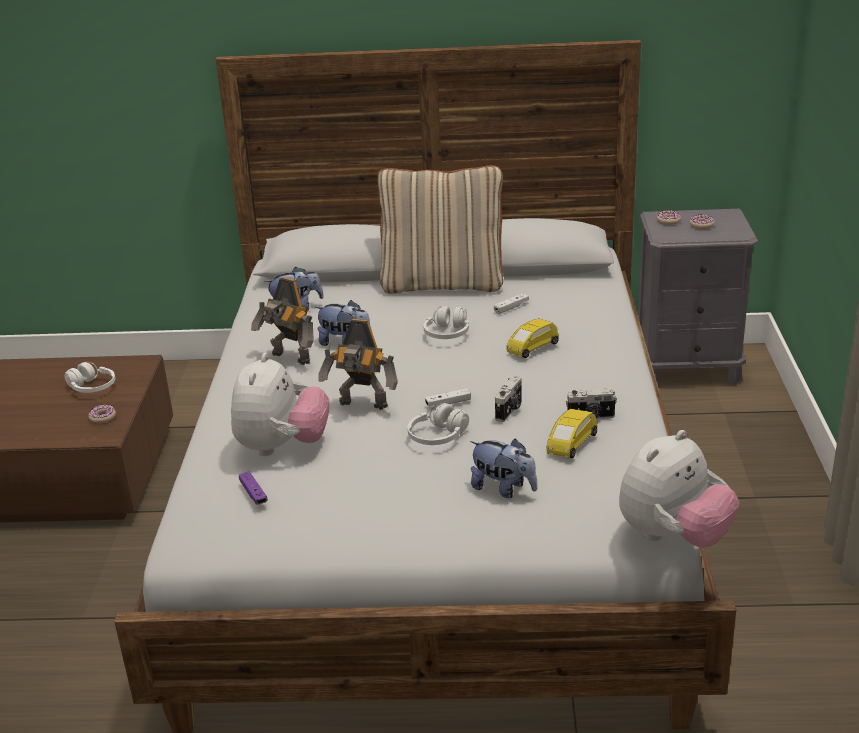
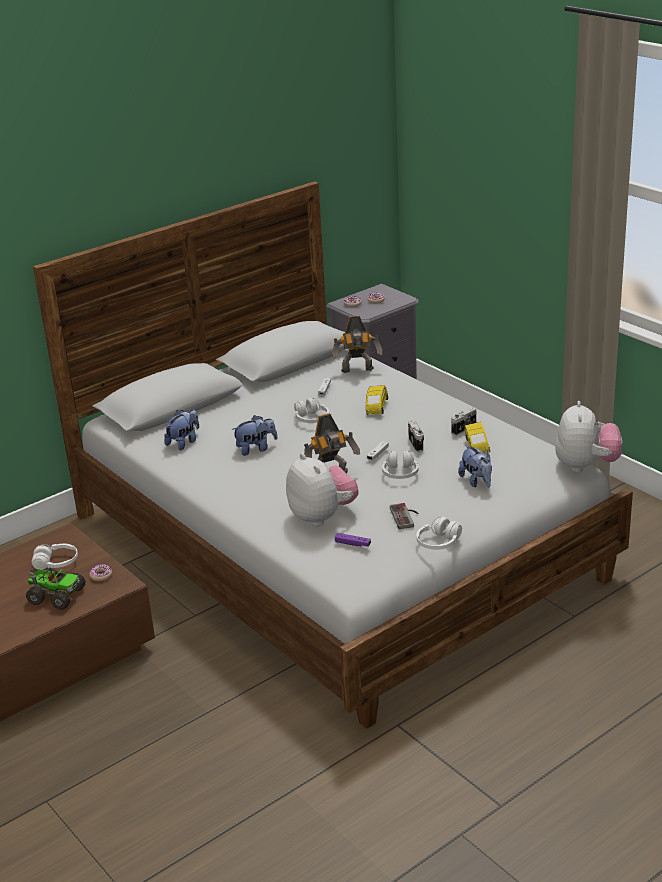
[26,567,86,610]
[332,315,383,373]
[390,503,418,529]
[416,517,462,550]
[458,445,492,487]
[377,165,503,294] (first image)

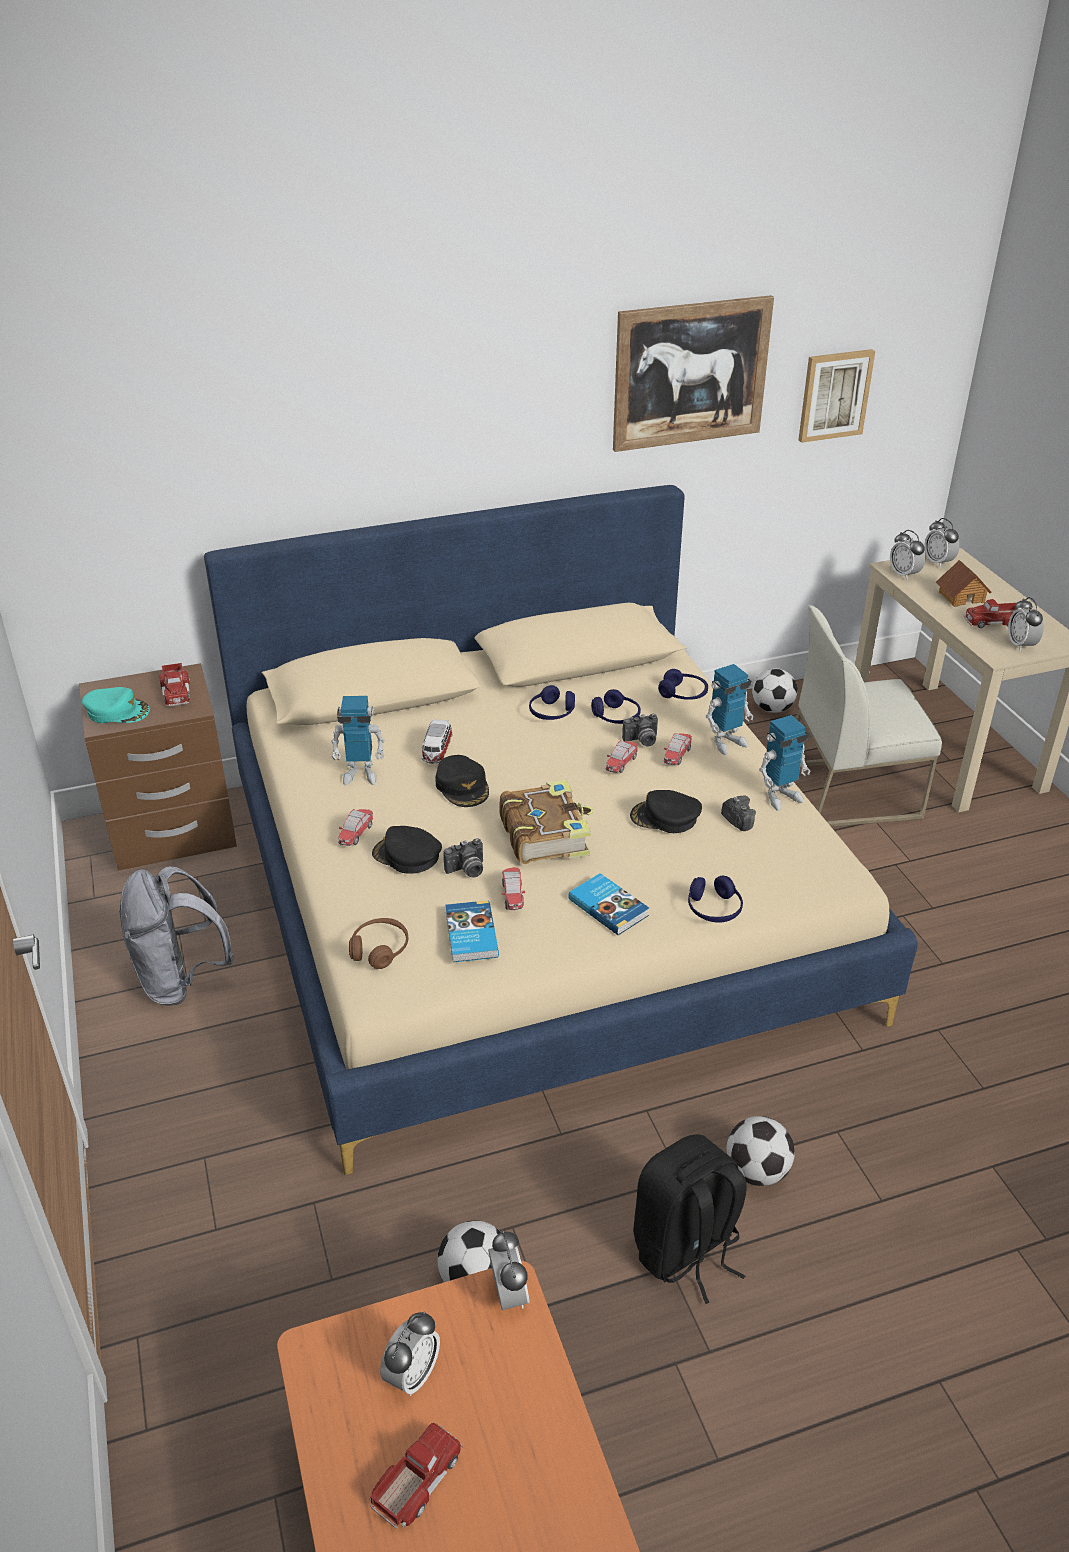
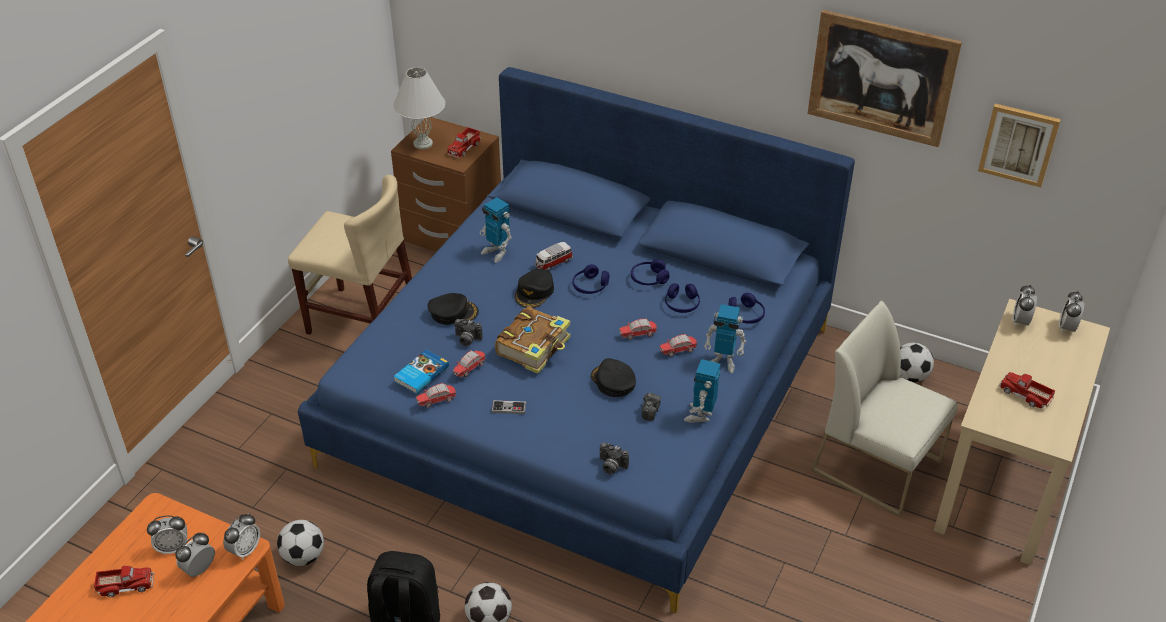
[175,533,215,577]
[288,175,412,335]
[298,67,855,613]
[393,67,445,149]
[416,383,456,408]
[428,293,479,325]
[492,400,526,414]
[572,264,609,294]
[600,443,629,474]
[684,359,721,423]
[349,918,408,969] (first image)
[936,560,991,607] (first image)

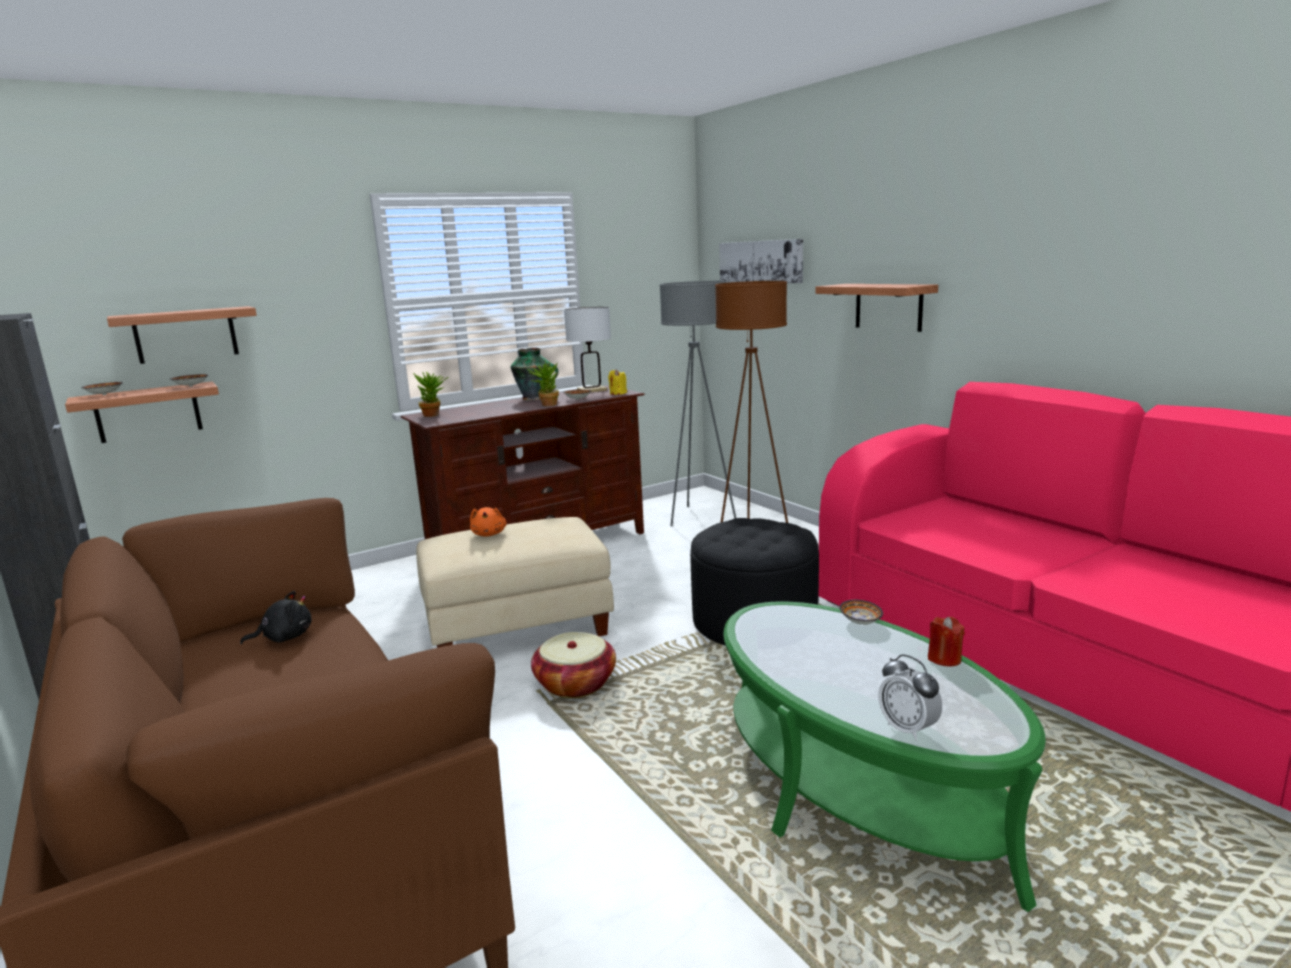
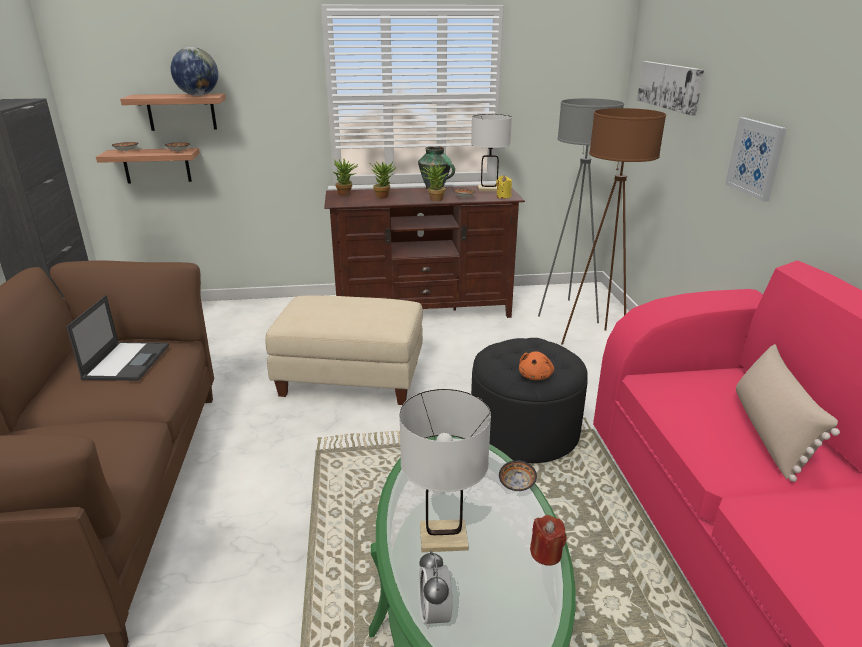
[66,295,169,381]
[171,47,218,96]
[371,162,396,198]
[399,389,491,552]
[519,351,554,380]
[725,118,787,202]
[736,344,840,482]
[531,632,616,698] (first image)

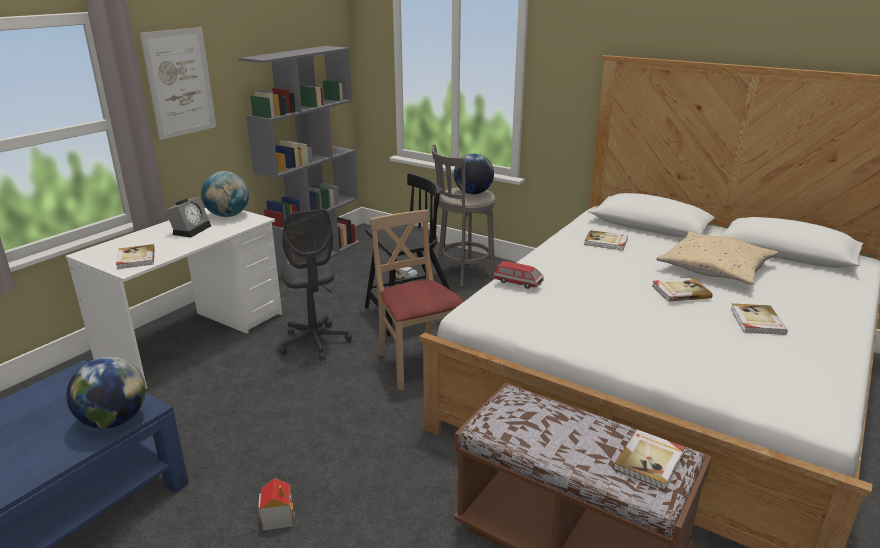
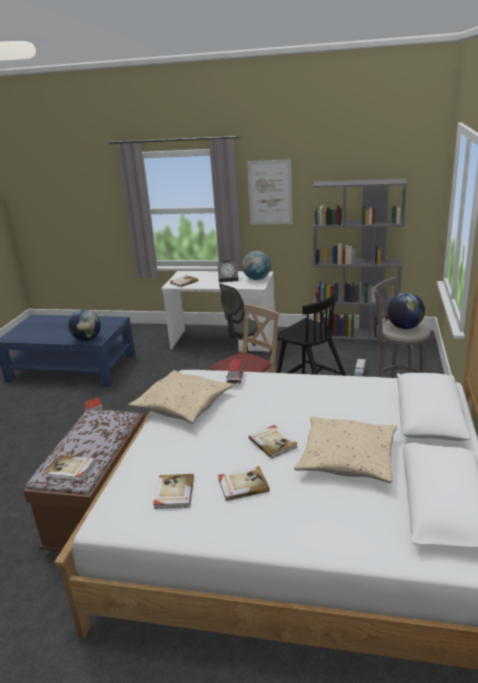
[129,370,234,424]
[153,474,194,509]

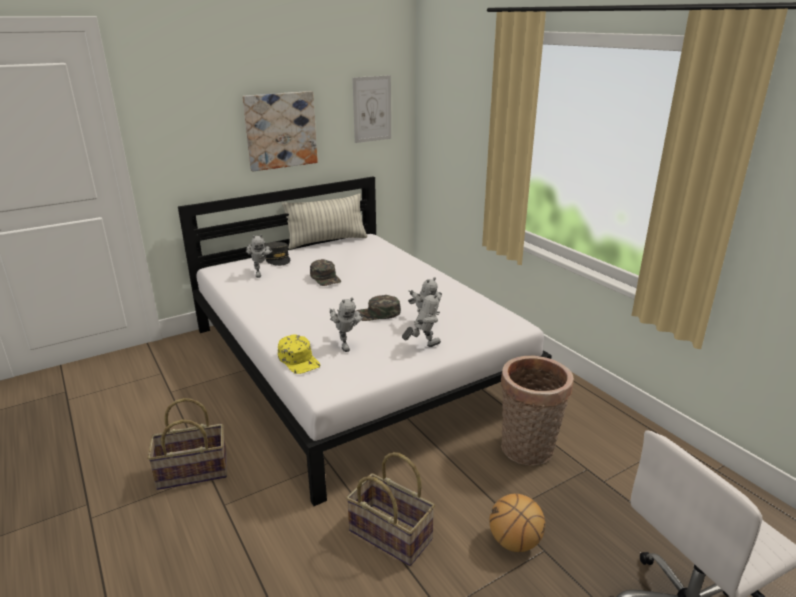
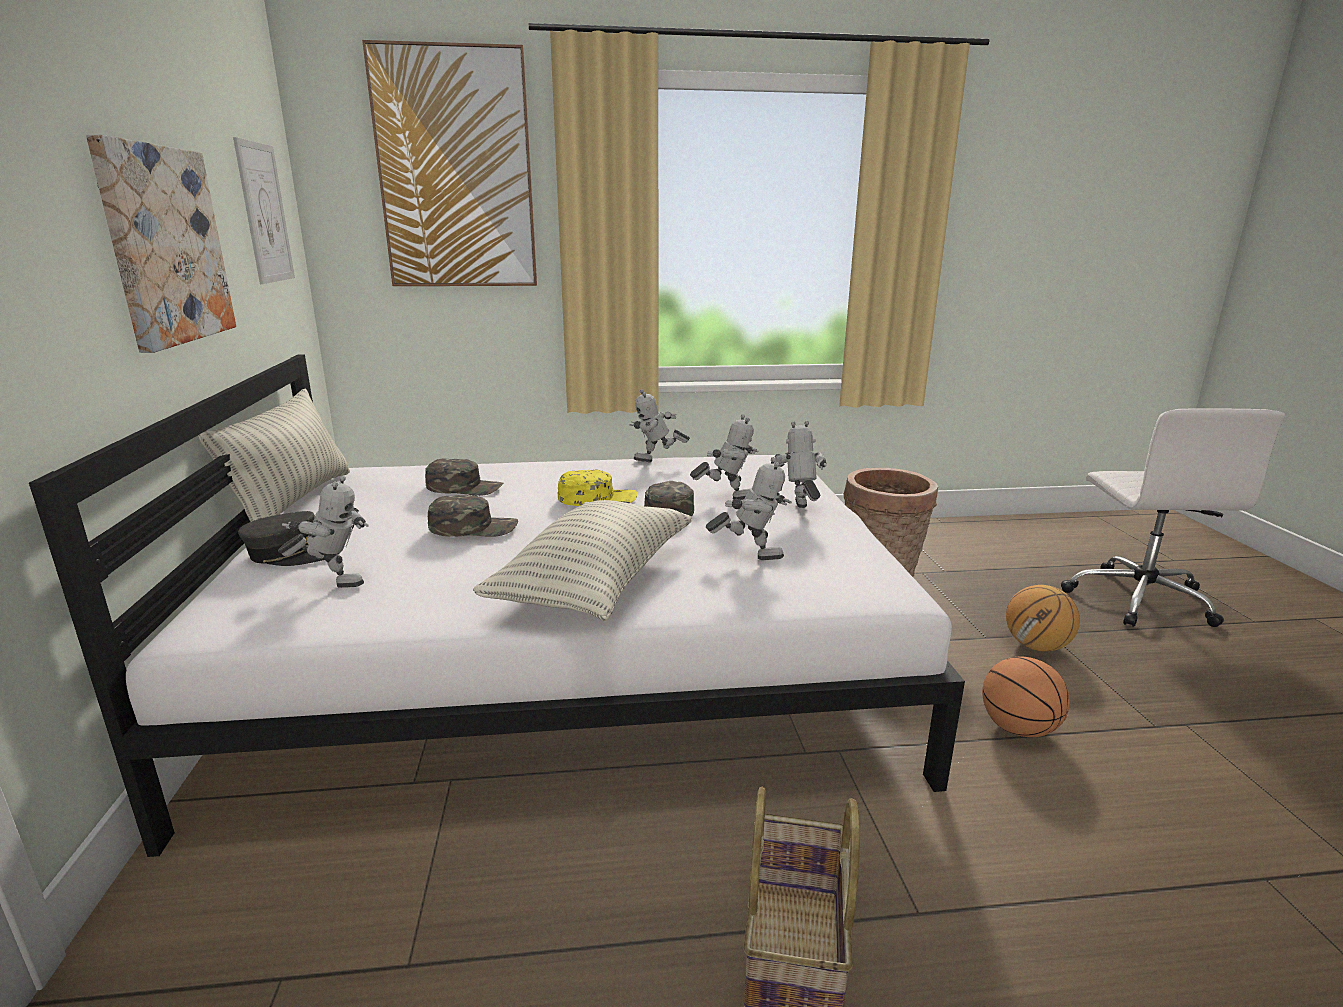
[362,40,537,286]
[425,459,503,496]
[473,500,692,621]
[558,469,637,506]
[629,389,690,462]
[982,657,1070,737]

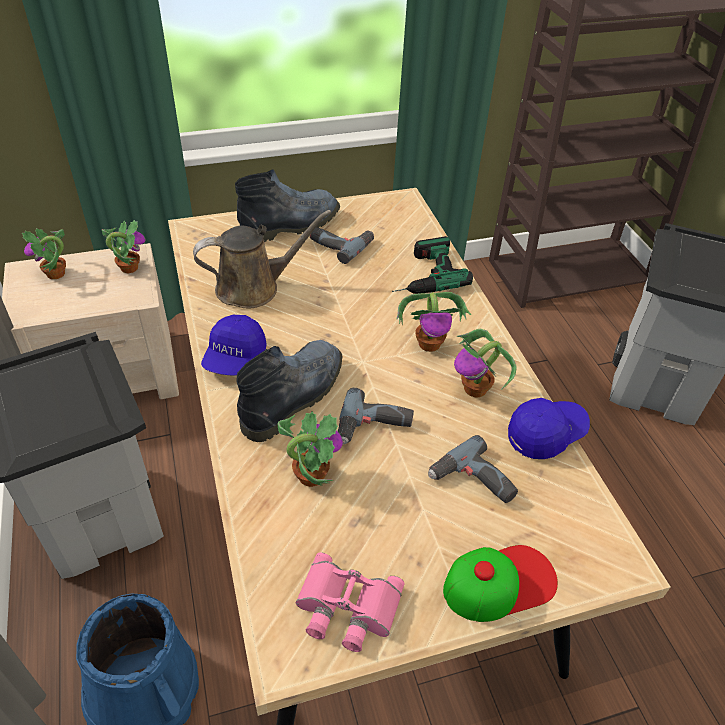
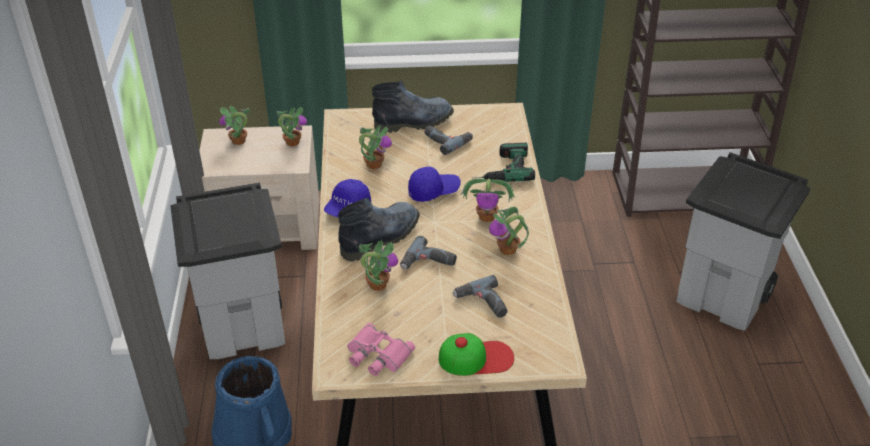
[359,125,392,169]
[408,167,461,202]

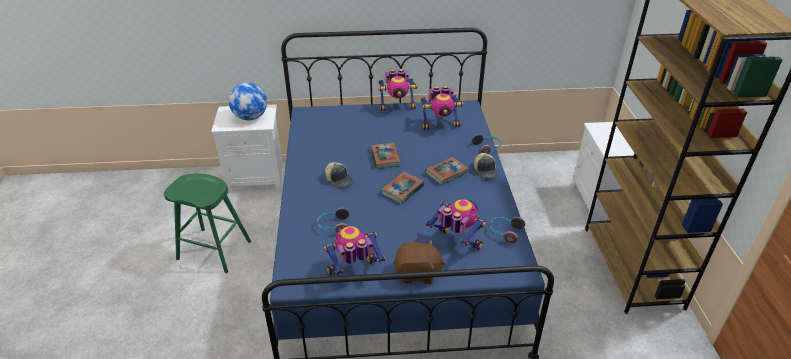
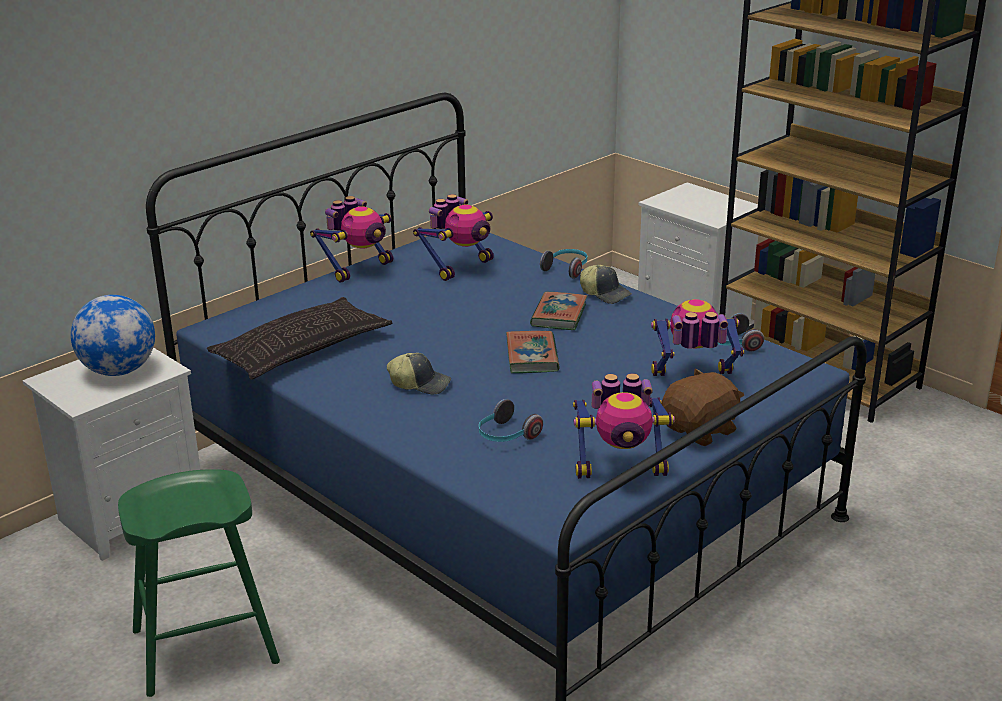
[207,297,393,380]
[573,373,675,479]
[370,143,401,169] (first image)

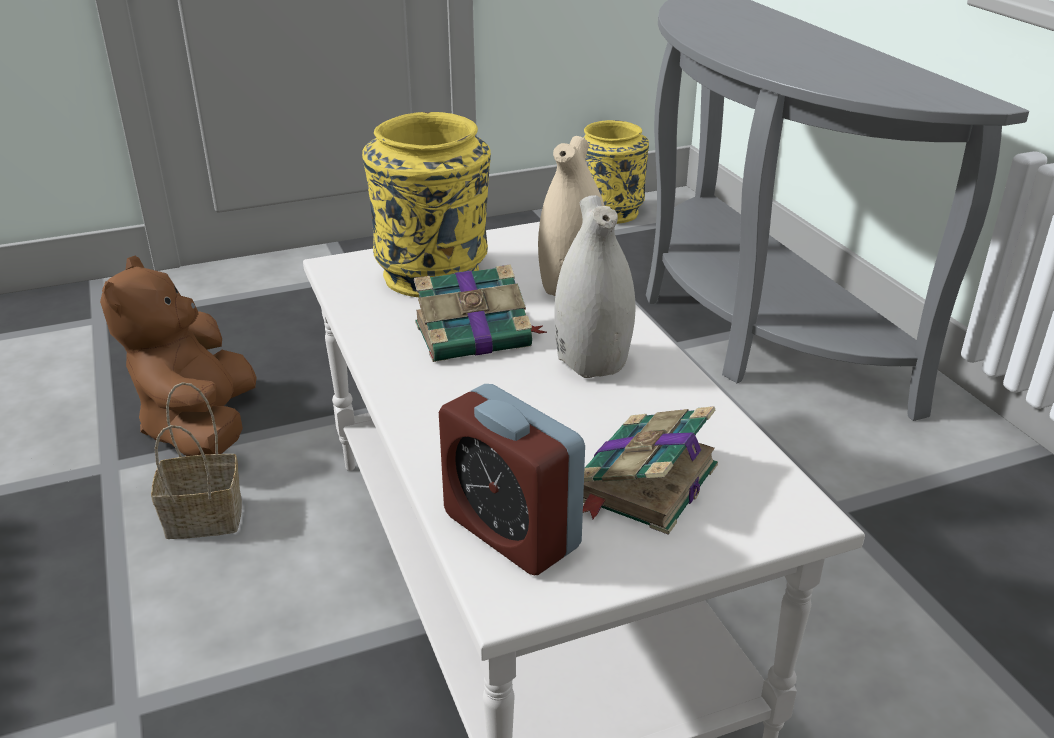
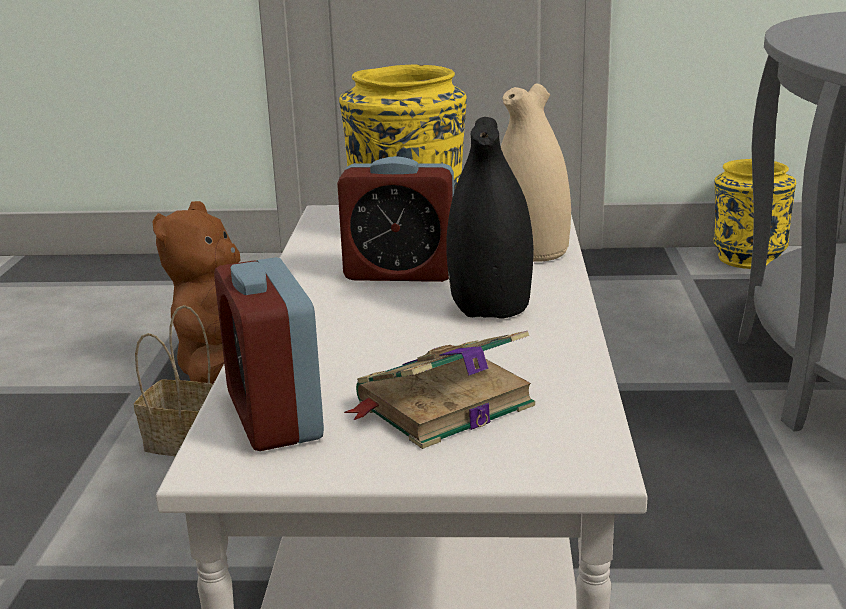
[337,156,454,282]
[446,117,534,319]

